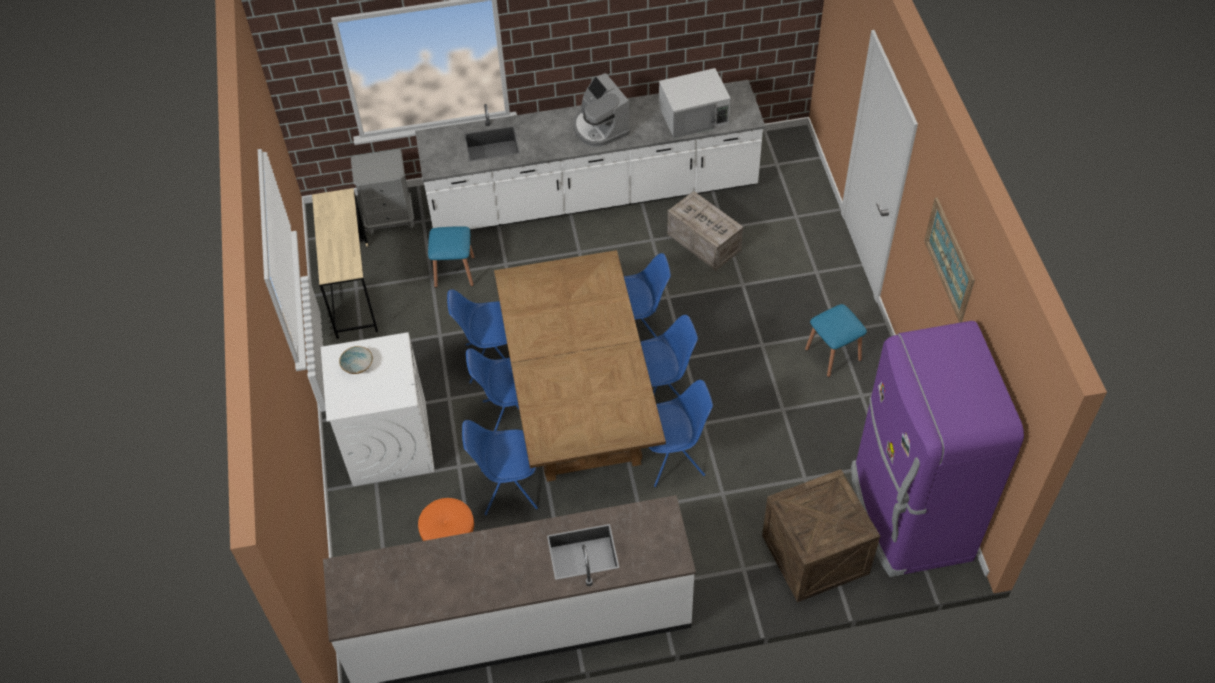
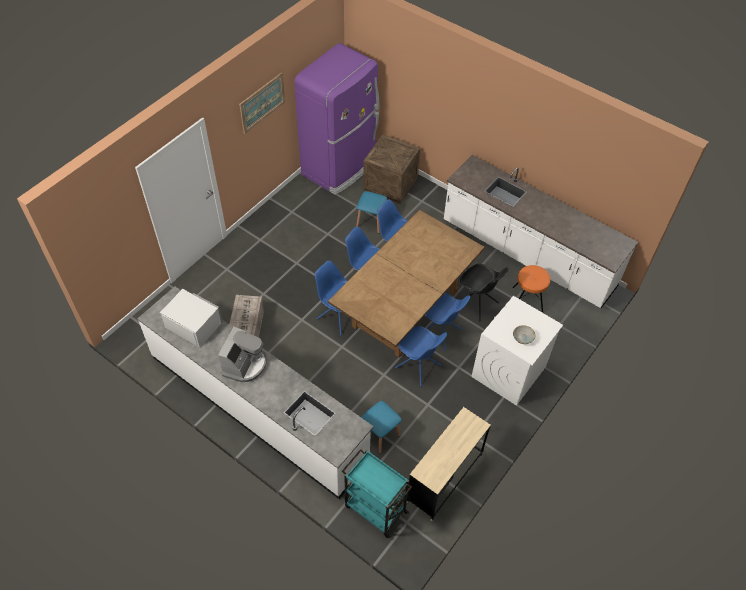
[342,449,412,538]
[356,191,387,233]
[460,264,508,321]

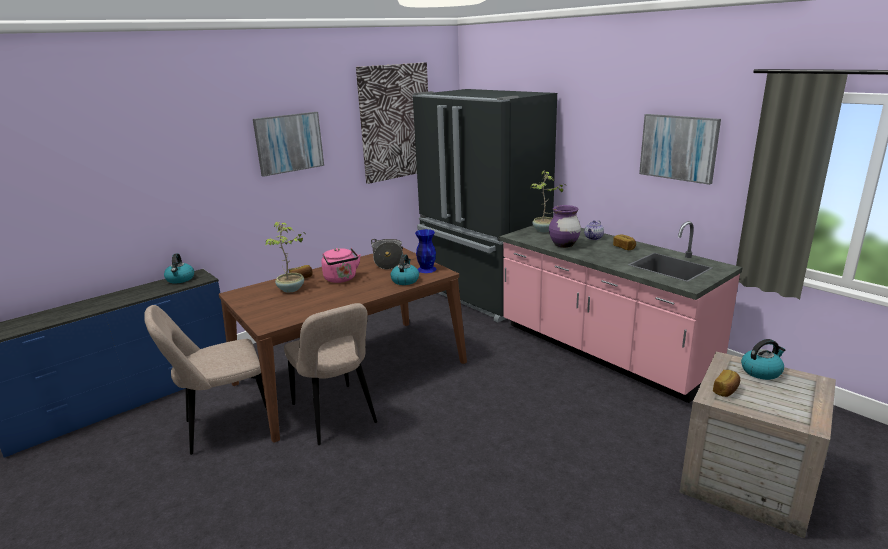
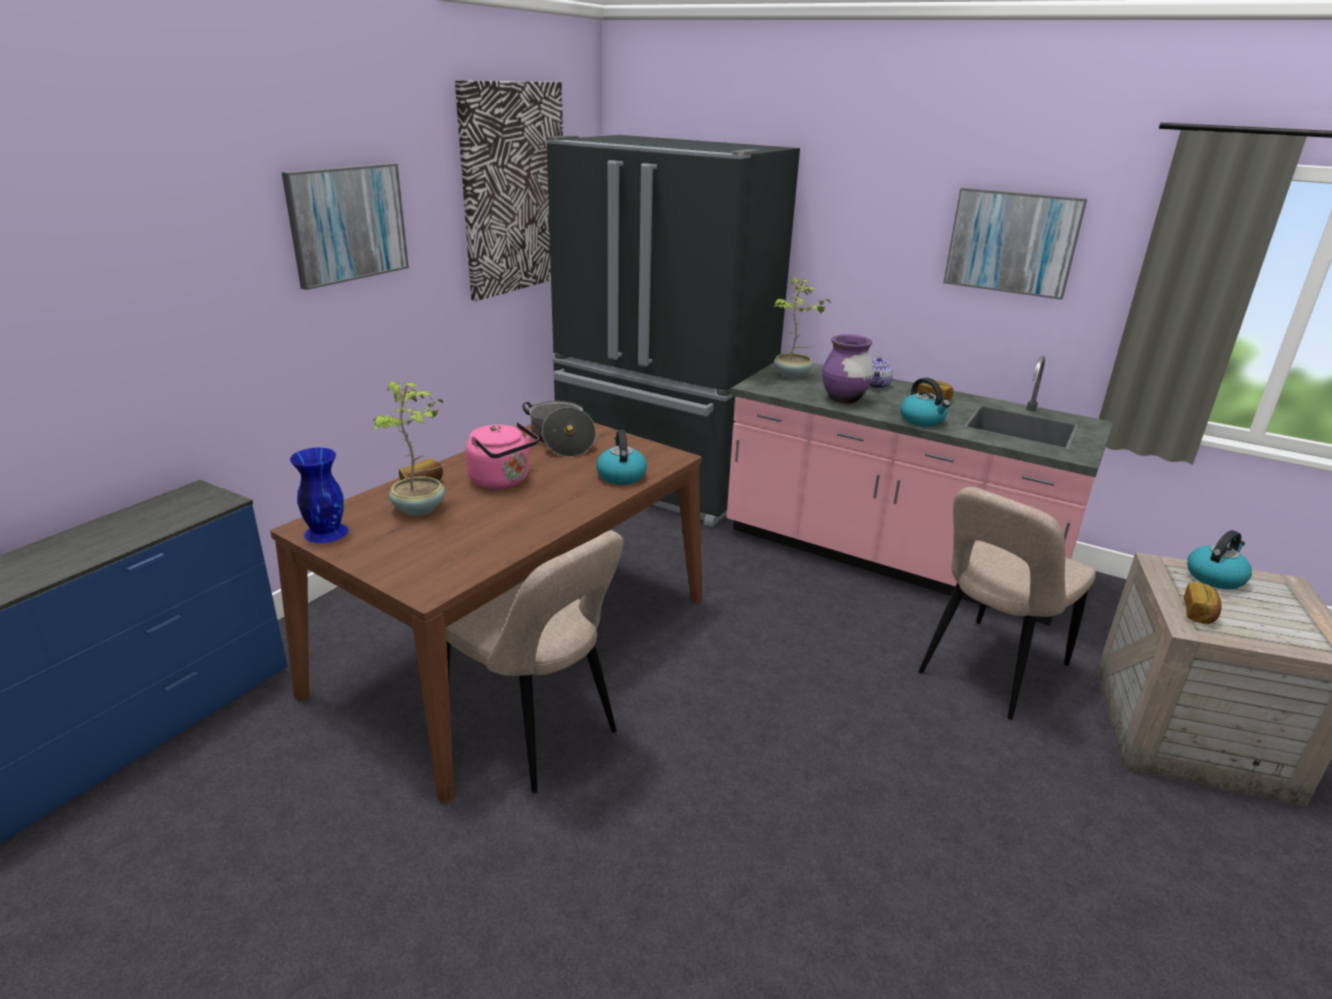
[290,448,348,543]
[900,377,950,427]
[918,487,1096,720]

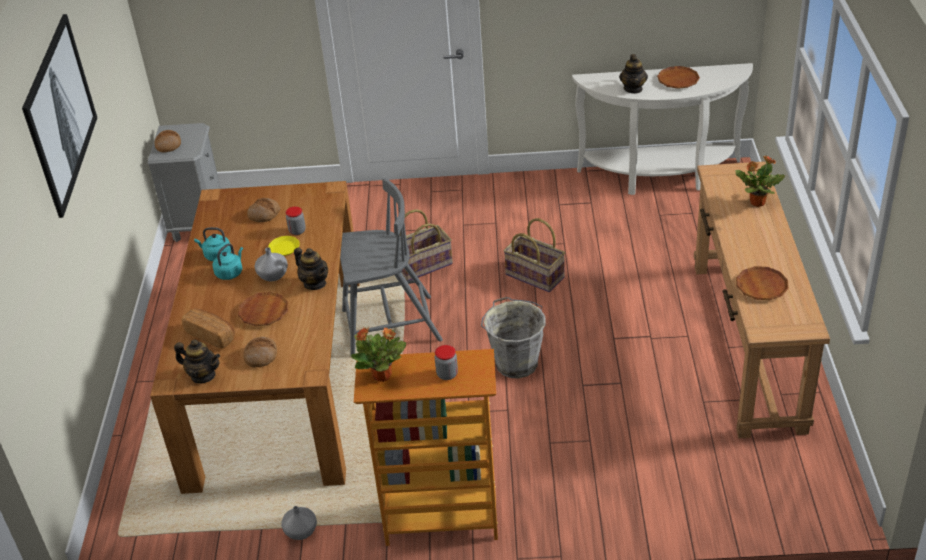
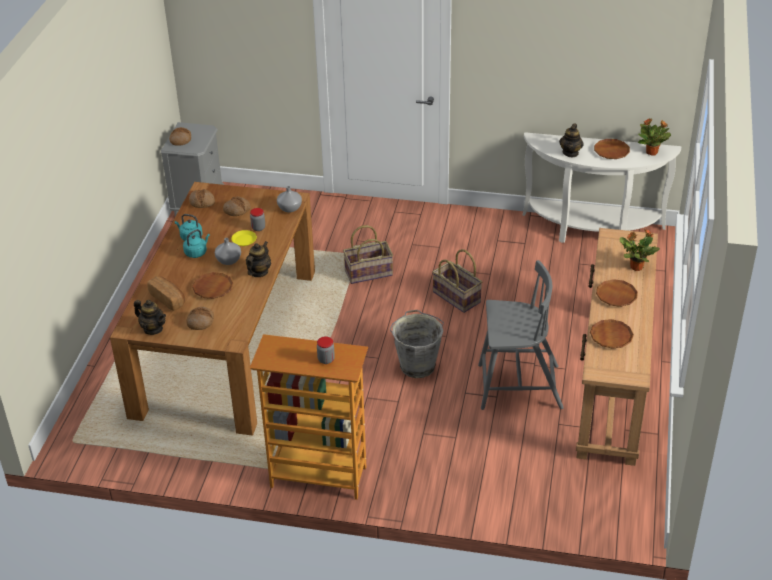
[189,189,215,208]
[246,241,271,277]
[277,186,302,213]
[478,260,564,410]
[596,279,638,307]
[638,118,671,156]
[22,14,97,218] (first image)

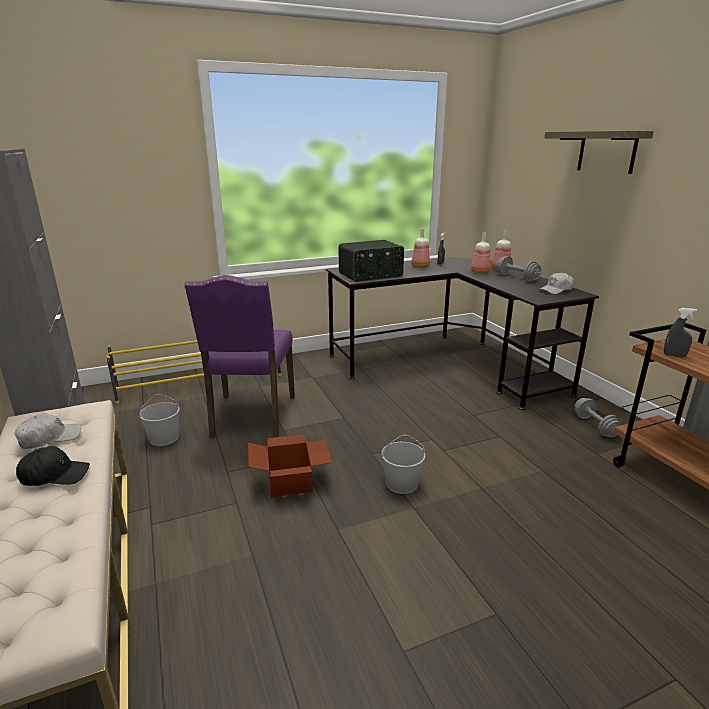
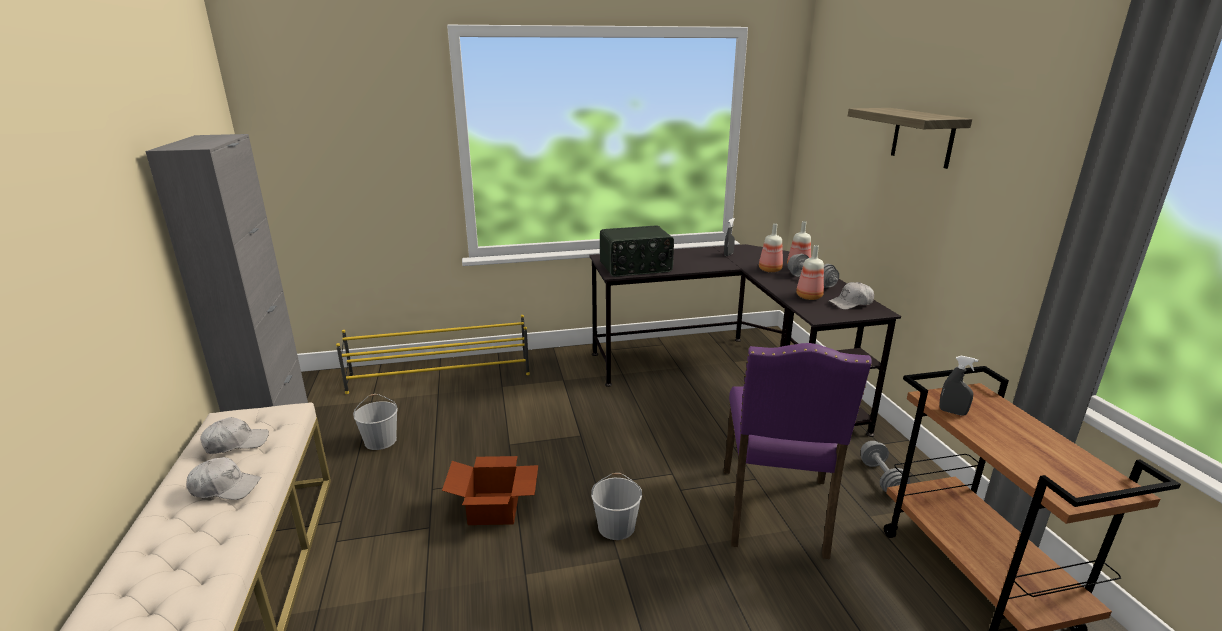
[186,457,261,500]
[724,343,872,559]
[796,245,824,300]

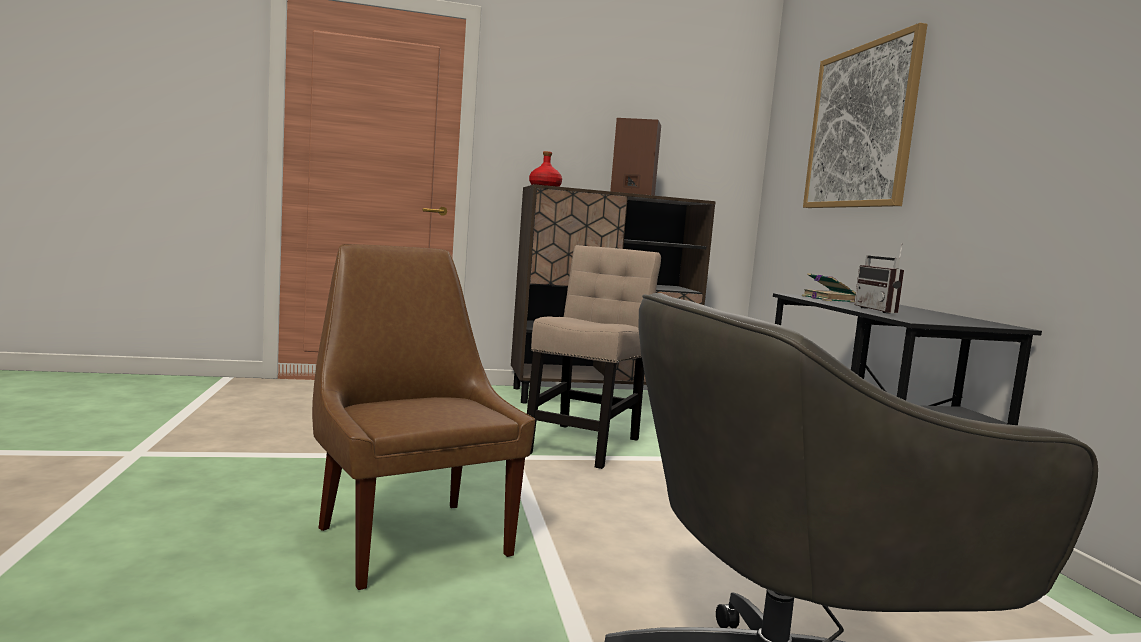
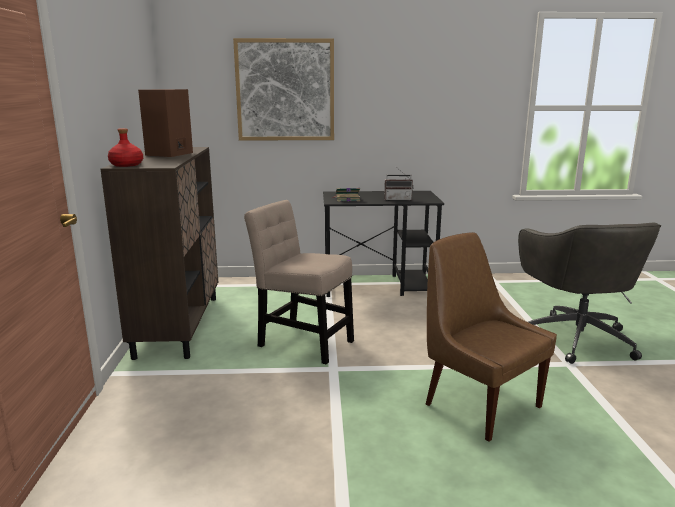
[425,232,557,442]

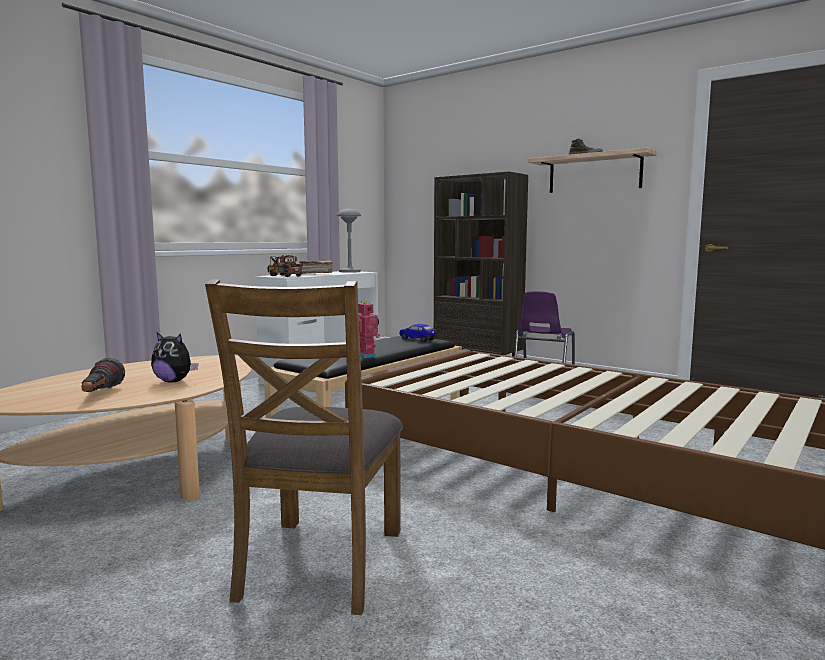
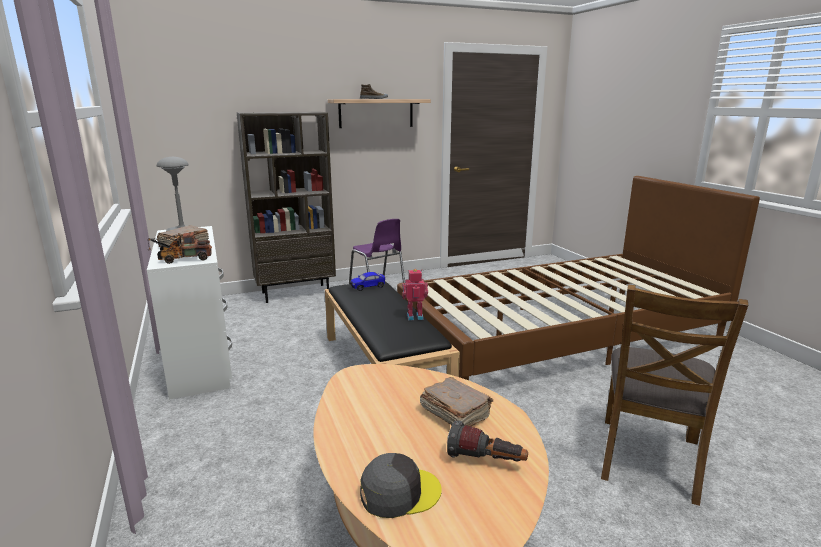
[360,453,442,518]
[420,377,493,426]
[601,284,748,506]

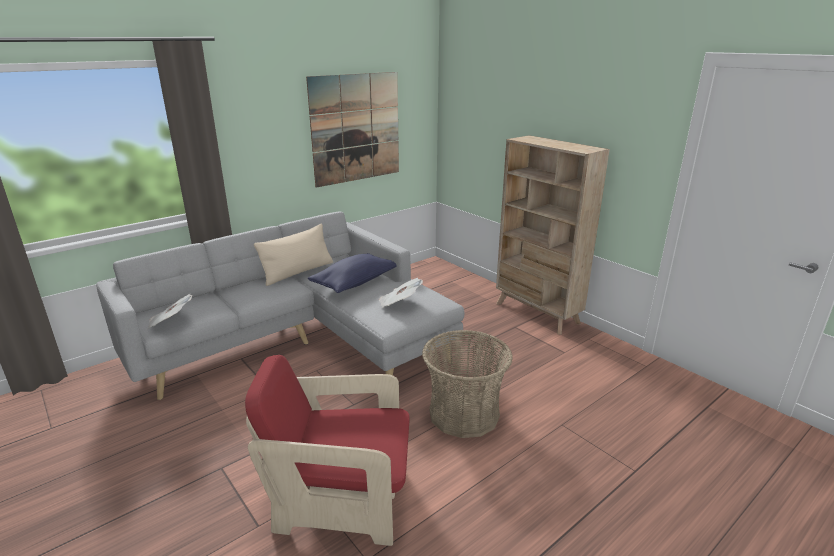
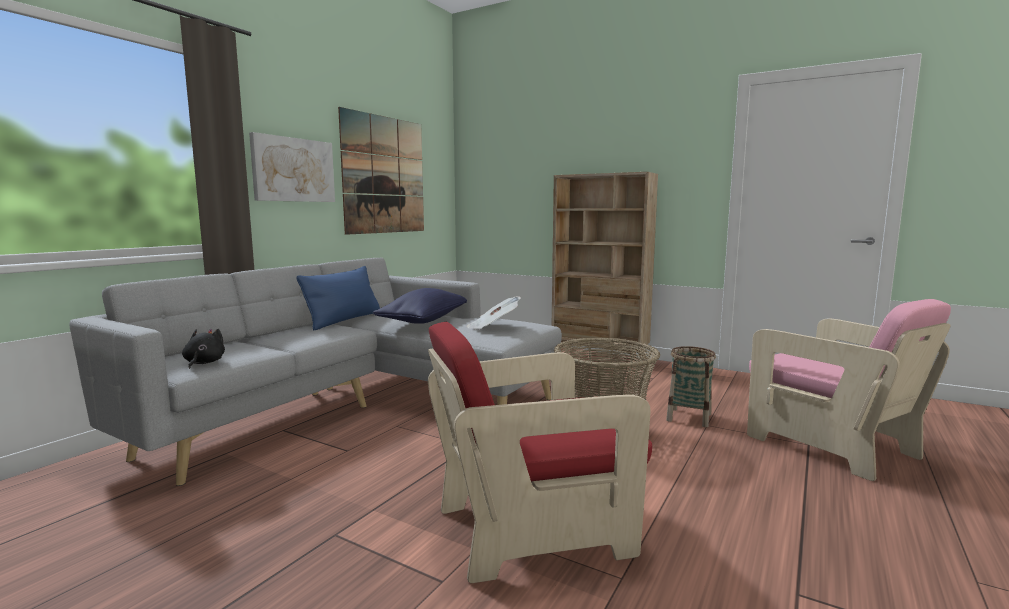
[182,329,225,369]
[249,132,335,202]
[296,266,380,330]
[666,346,716,427]
[747,299,951,481]

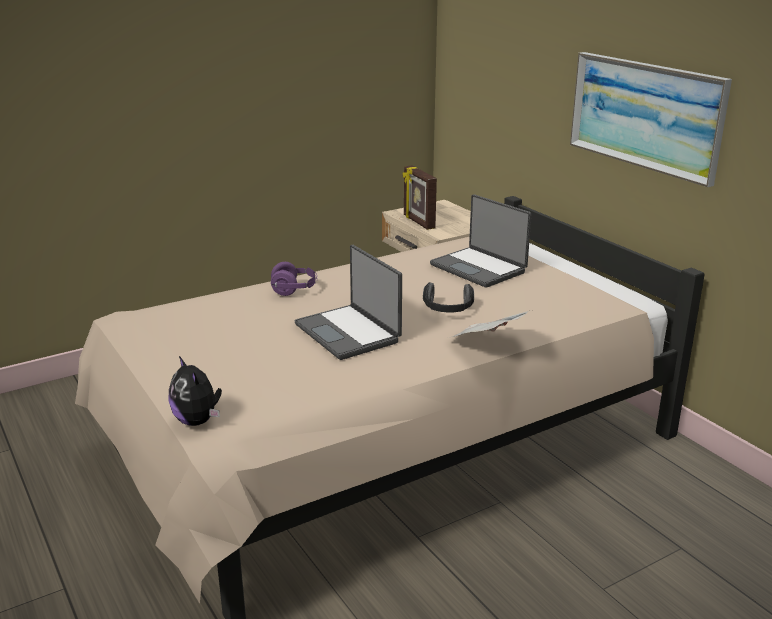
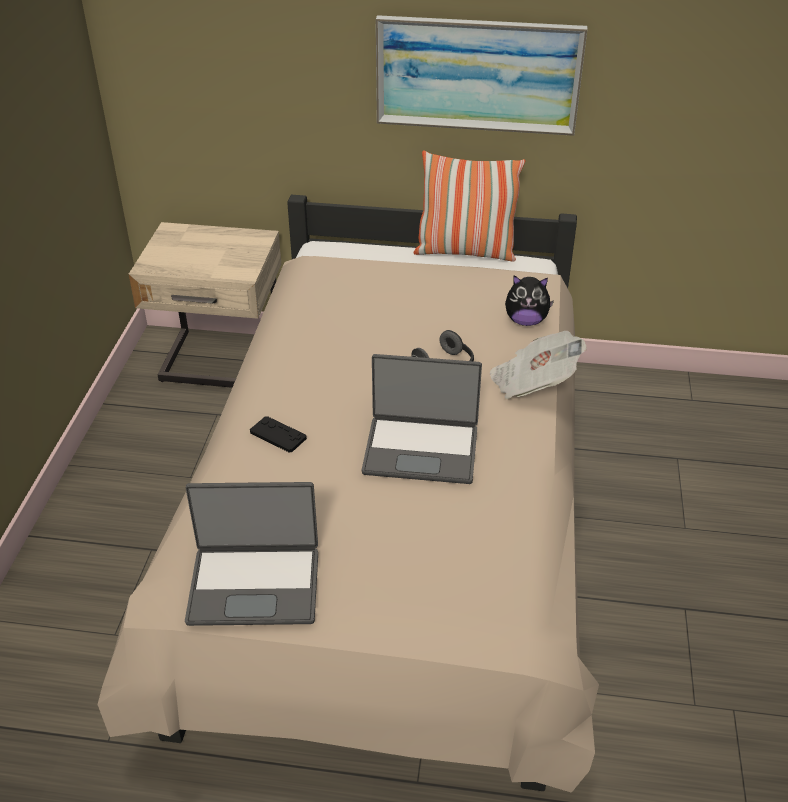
[185,482,318,626]
[250,416,307,453]
[413,150,525,261]
[505,275,554,326]
[403,165,437,230] (first image)

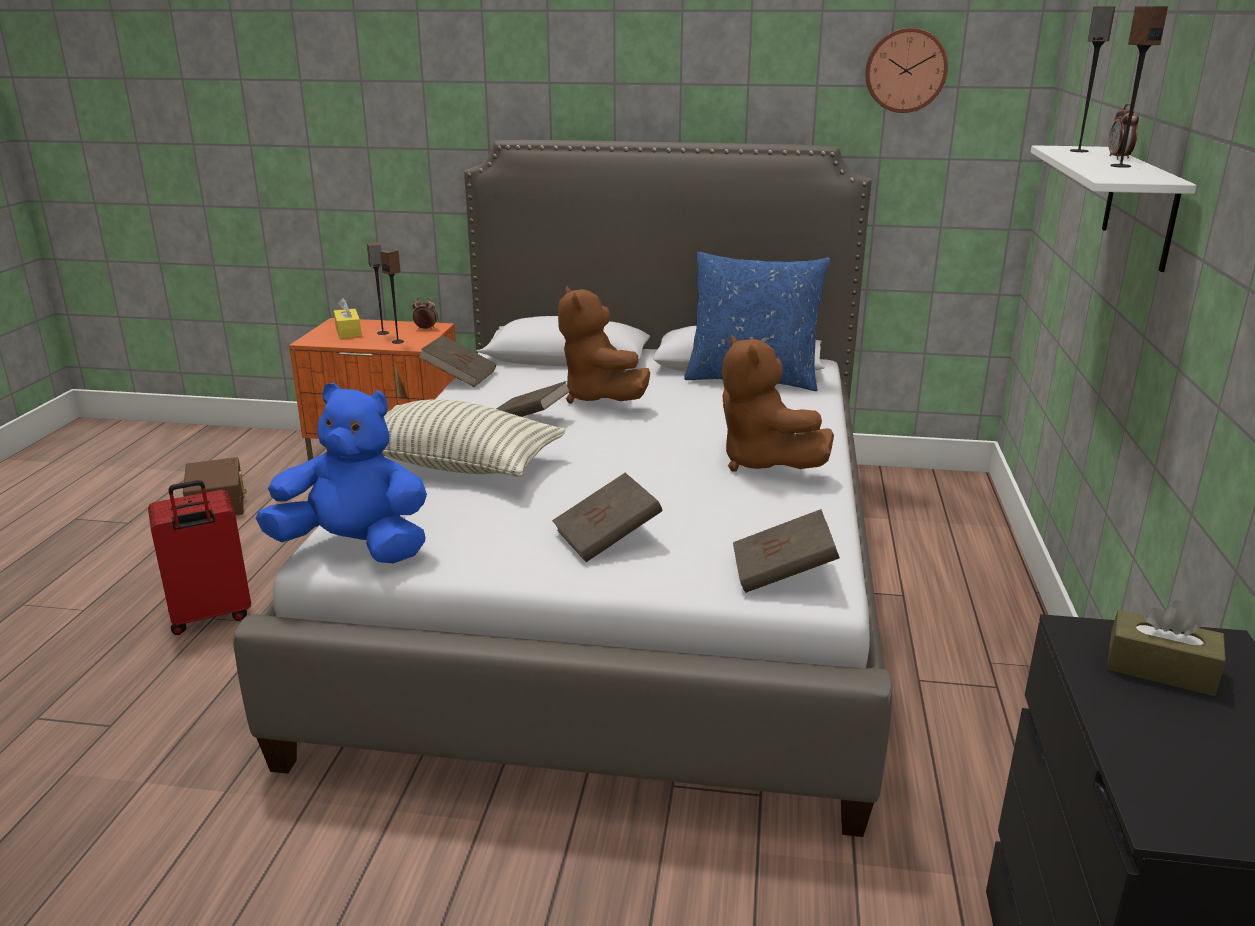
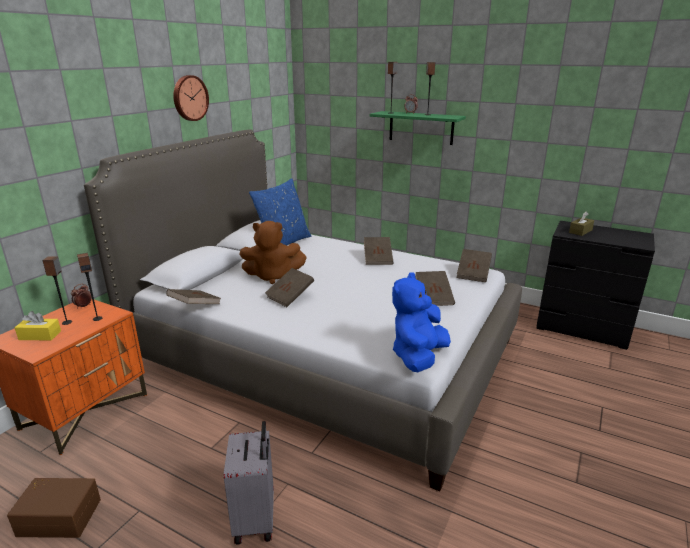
[173,75,209,121]
[224,421,274,545]
[364,237,394,265]
[370,111,466,145]
[382,399,565,477] (first image)

